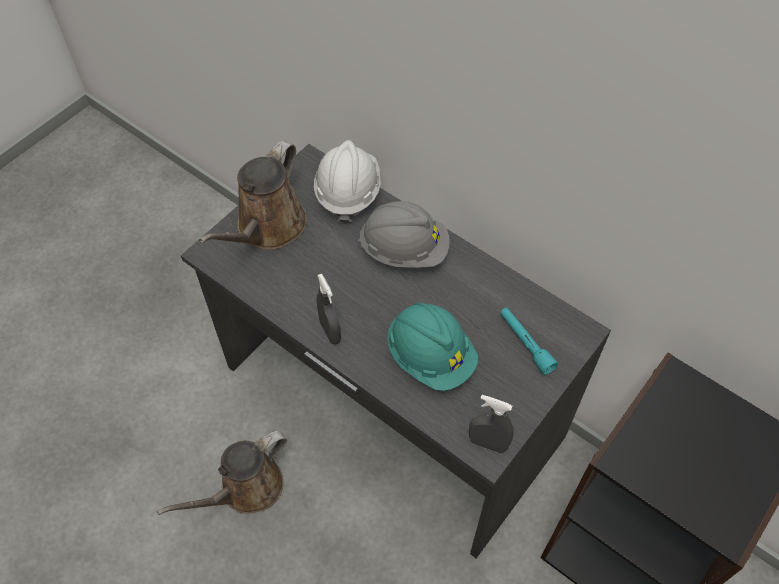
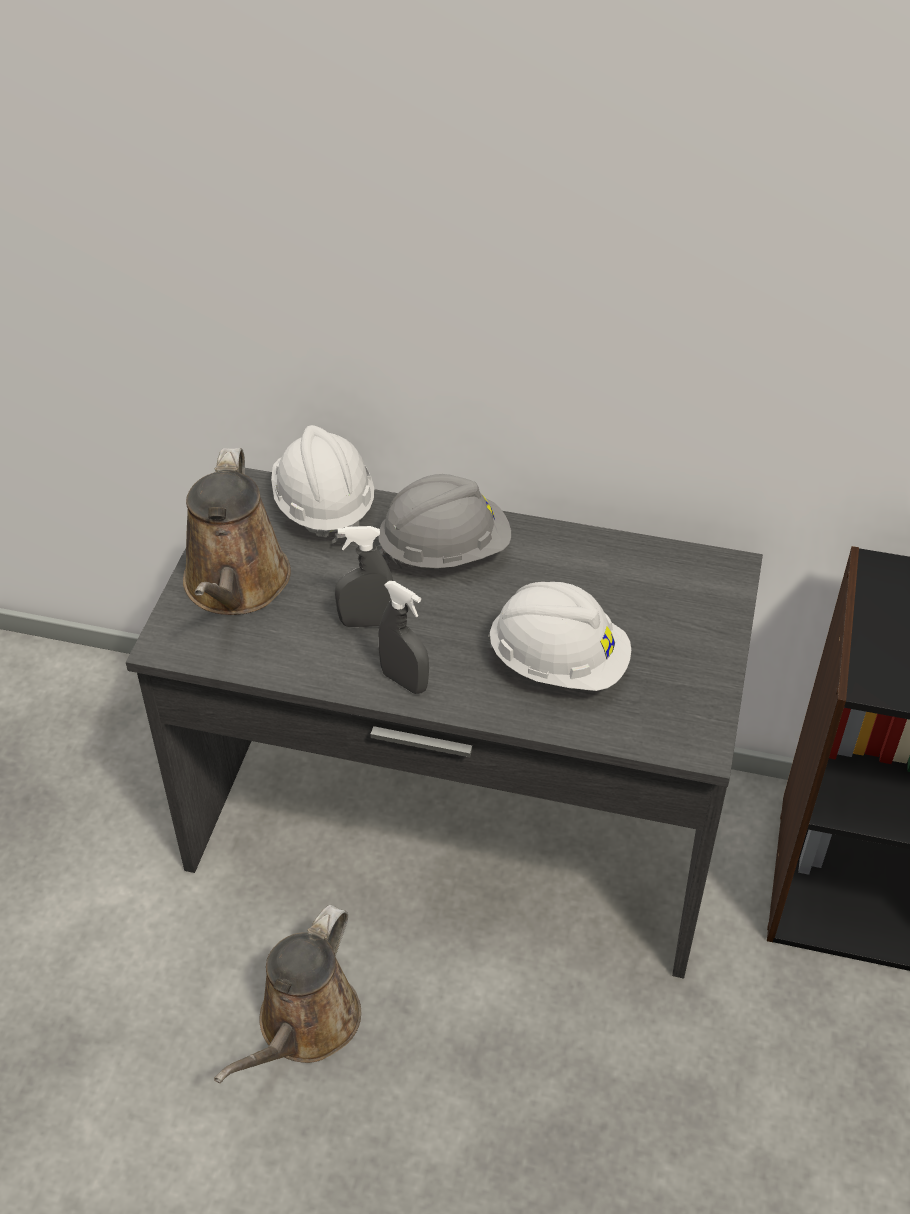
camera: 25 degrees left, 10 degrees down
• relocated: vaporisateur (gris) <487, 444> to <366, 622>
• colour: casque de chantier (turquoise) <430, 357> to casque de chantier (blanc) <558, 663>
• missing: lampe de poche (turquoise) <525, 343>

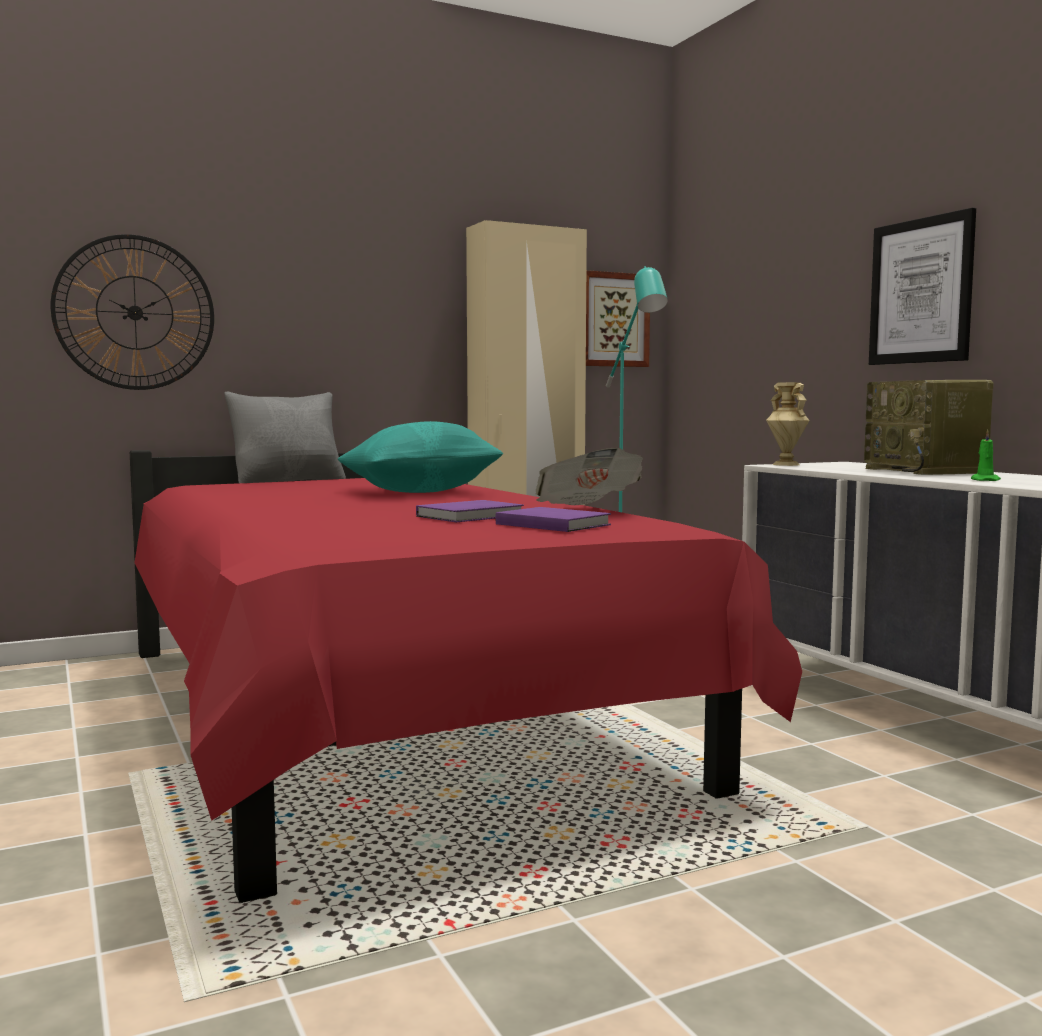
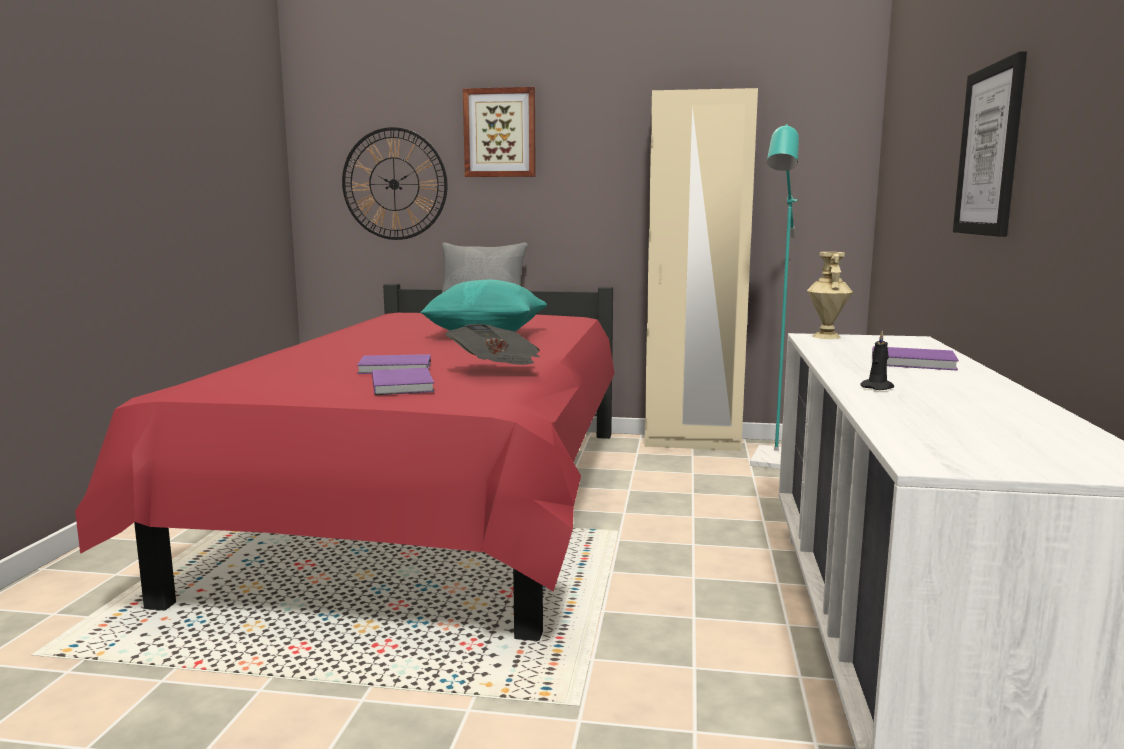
camera: 35 degrees right, 5 degrees up
• relocated: tableau <613, 320> to <500, 133>
• colour: bougie (vert) <984, 480> to bougie (noir) <878, 387>
• exchanged: radio <926, 471> to livre (violet) <915, 363>

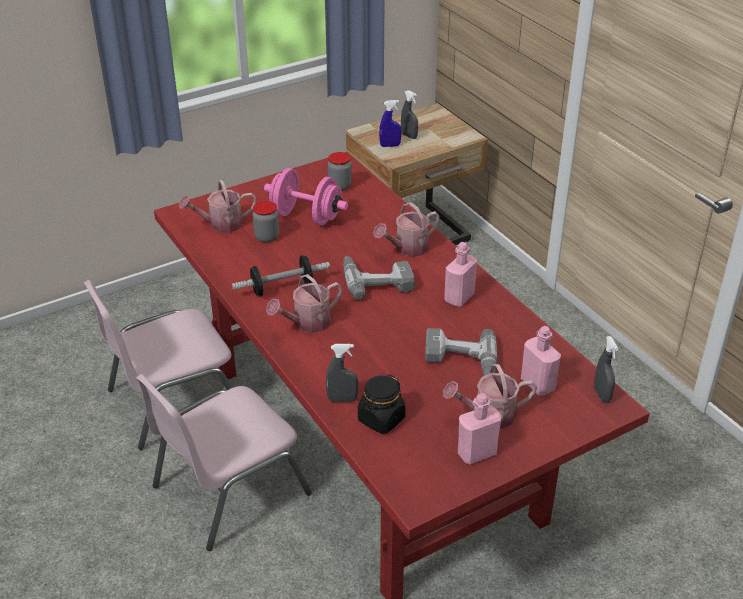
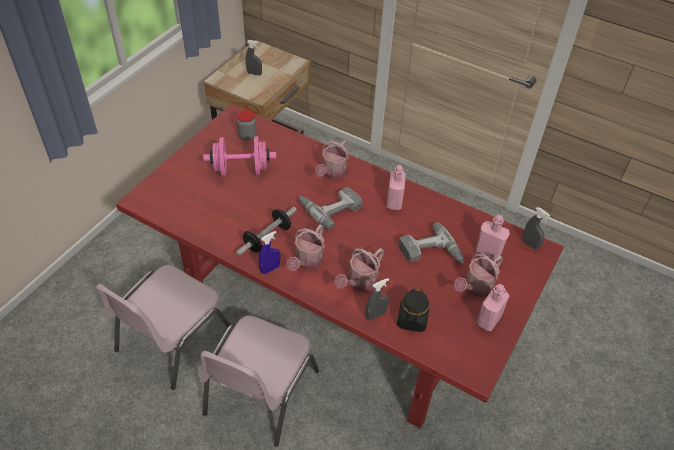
camera: 30 degrees left, 10 degrees up
• relocated: vaporisateur (bleu) <390, 145> to <270, 269>
• relocated: arrosoir <221, 224> to <359, 282>
• missing: bocal <267, 237>

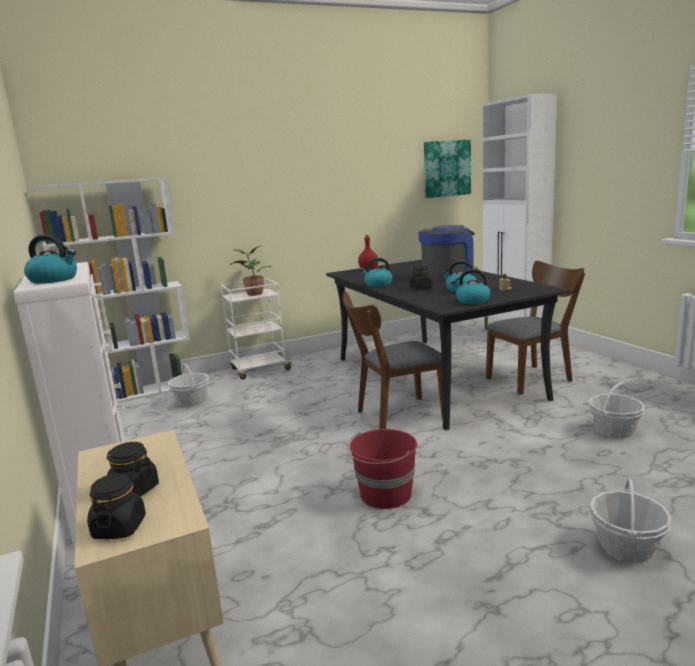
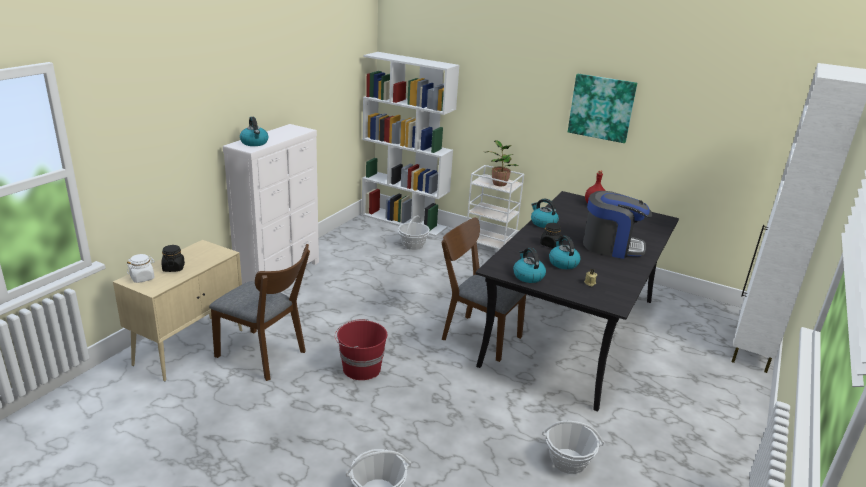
camera: 50 degrees right, 10 degrees up
• colour: bocal (noir) <119, 528> to bocal (blanc) <142, 278>
• relocated: chaise (marron) <533, 378> to <265, 356>
• relocated: tableau <446, 168> to <601, 107>

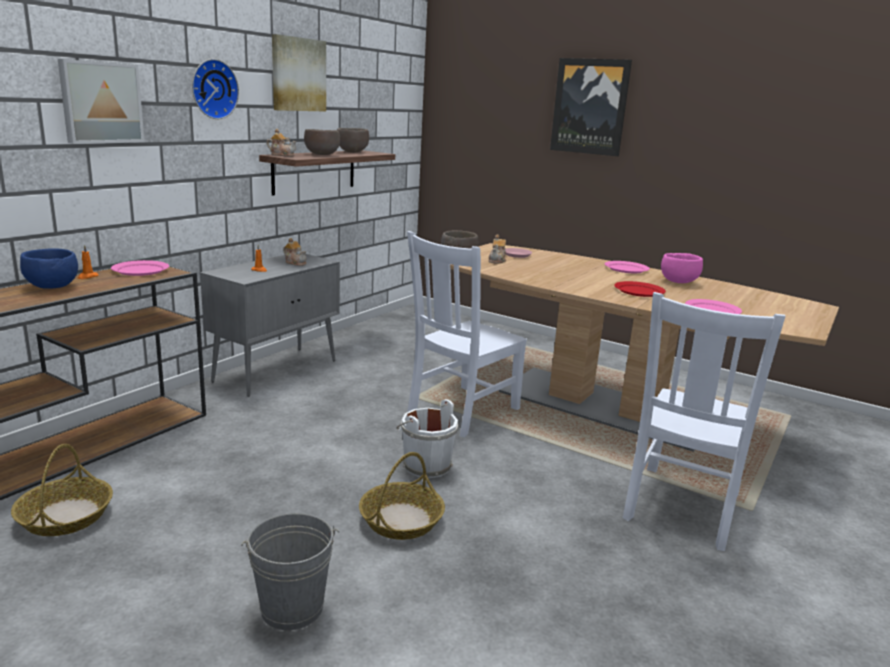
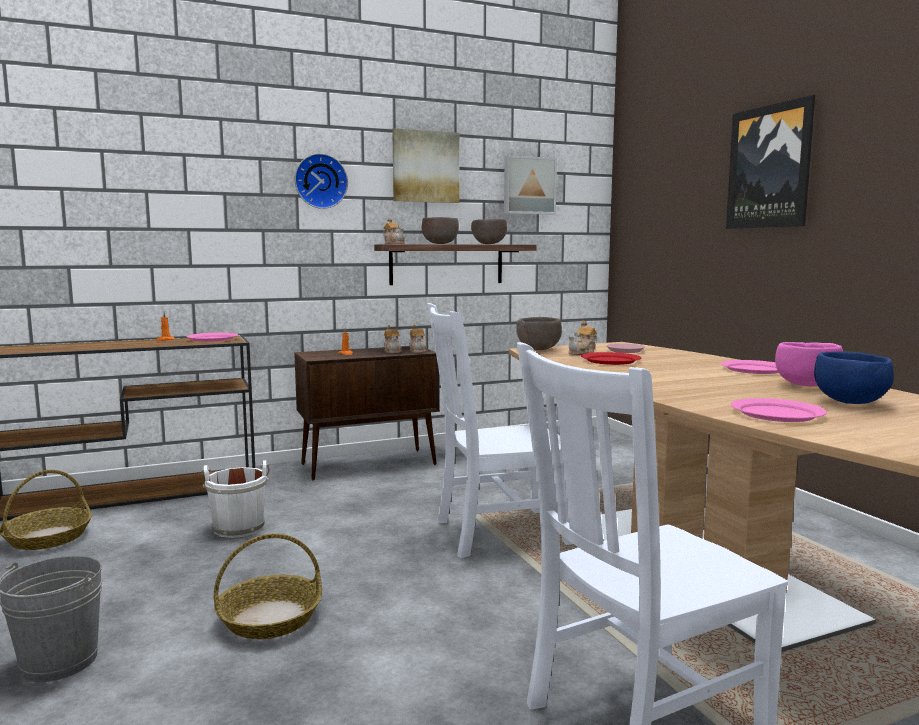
camera: 35 degrees right, 10 degrees down
• relocated: seau (blanc) <425, 465> to <238, 527>
• colour: meuble de rangement (gris) <277, 370> to meuble de rangement (marron) <370, 464>
• appeared: théière <418, 351>
• relocated: tableau <100, 102> to <528, 185>
• relocated: assiette (rouge) <639, 291> to <610, 361>
• relocated: bol (bleu) <52, 287> to <850, 402>

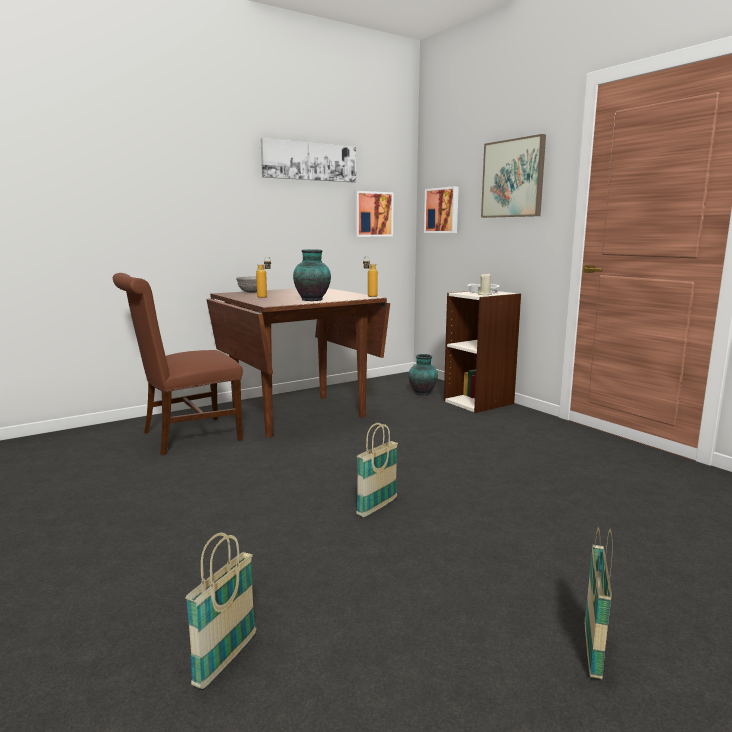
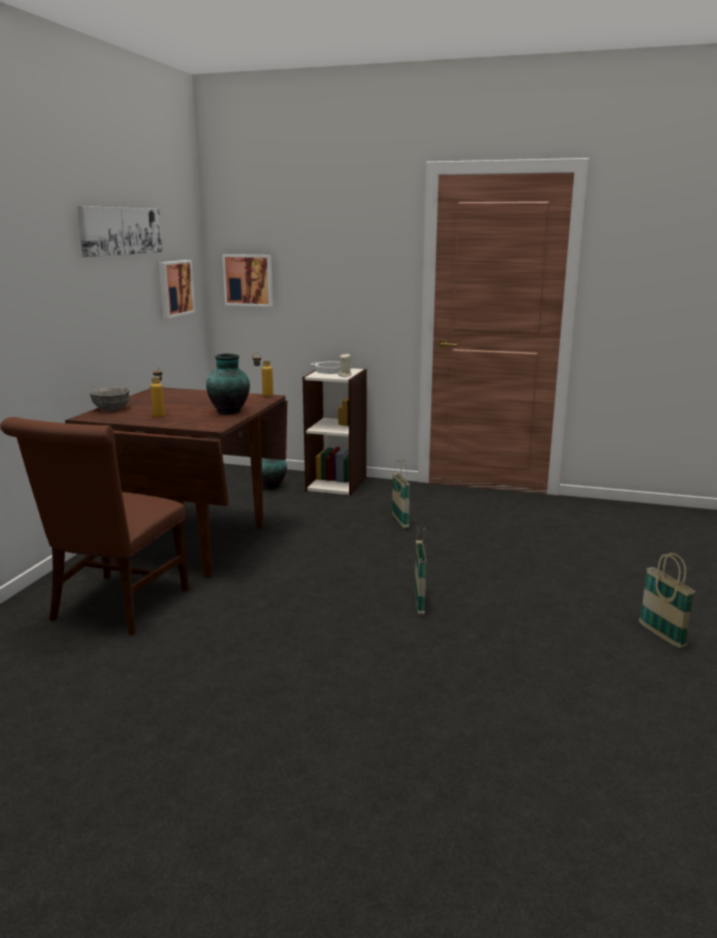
camera: 40 degrees left, 5 degrees up
• relocated: panier <226, 659> to <400, 521>
• missing: tableau <513, 178>

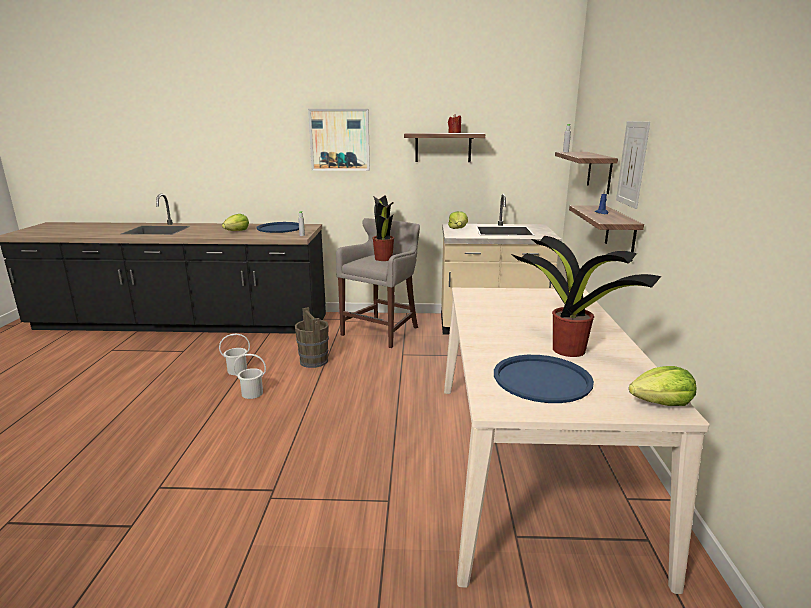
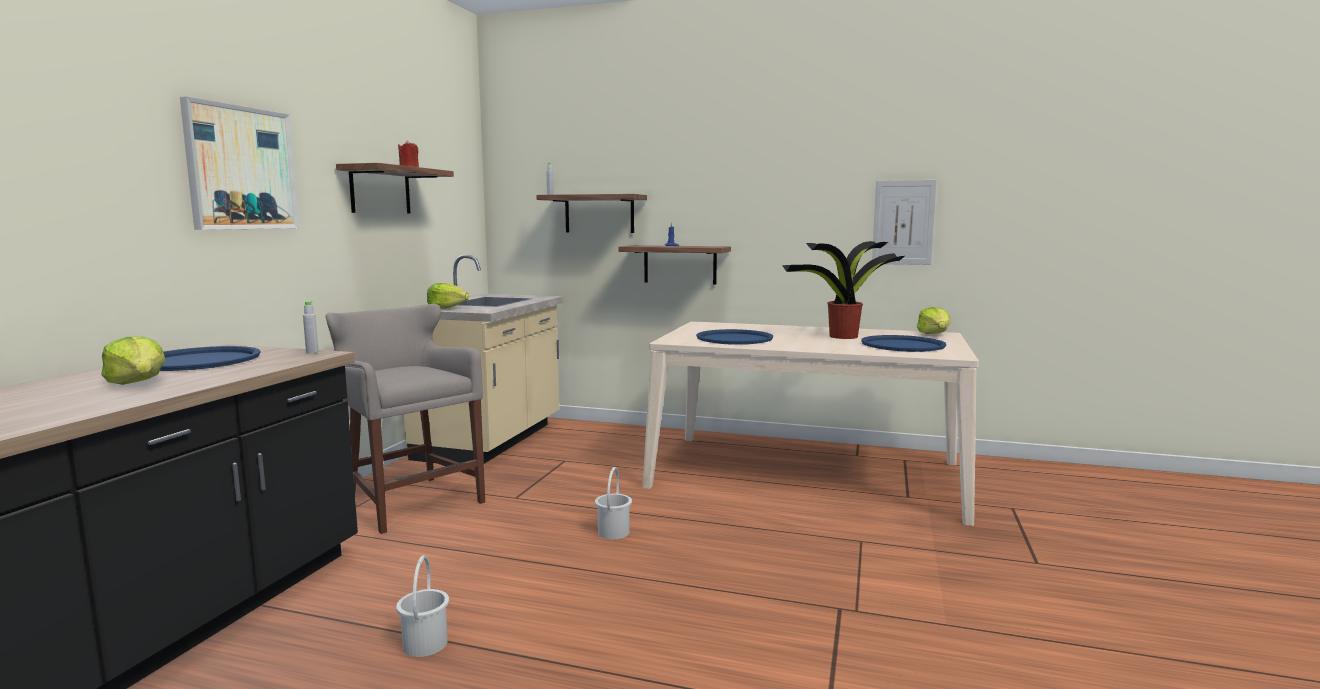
camera: 75 degrees left, 10 degrees down
• relocated: seau (blanc) <252, 393> to <613, 532>
• appeared: plateau (bleu) <734, 338>
• relocated: tableau <632, 163> to <903, 222>
• missing: seau (marron) <314, 361>
• missing: plante en pot <383, 258>

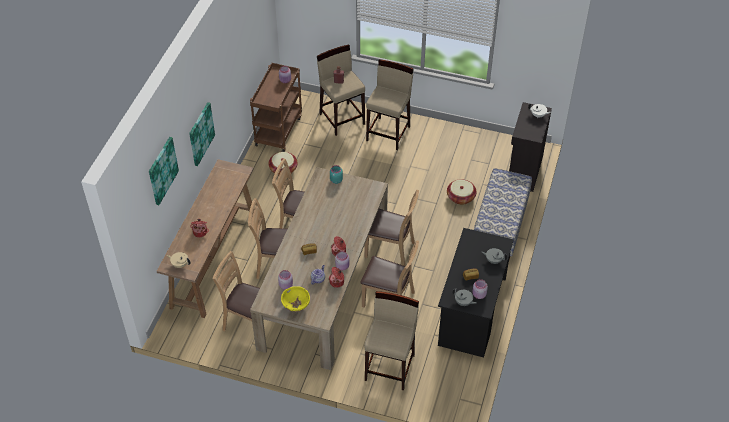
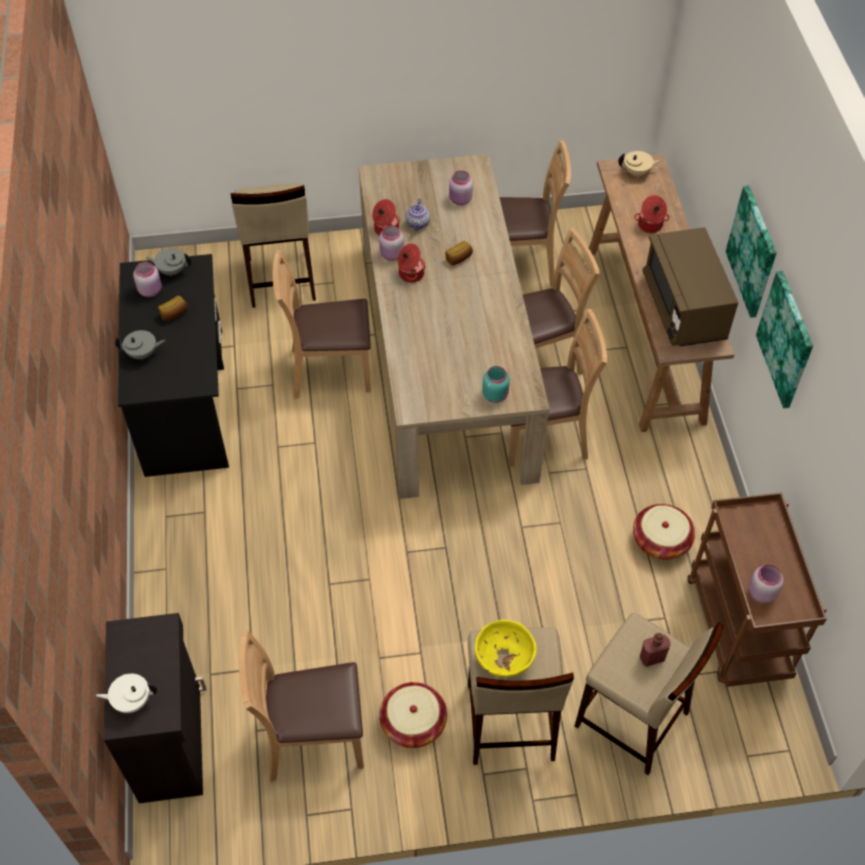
camera: 155 degrees right, 5 degrees up
• relocated: chaise (marron) <390, 250> to <312, 739>
• relocated: panier <461, 197> to <413, 722>
• relocated: bol (jaune) <296, 306> to <504, 659>
• appeared: micro-ondes (marron) <683, 308>
• relocated: tableau <162, 170> to <786, 339>
• missing: banc <500, 228>

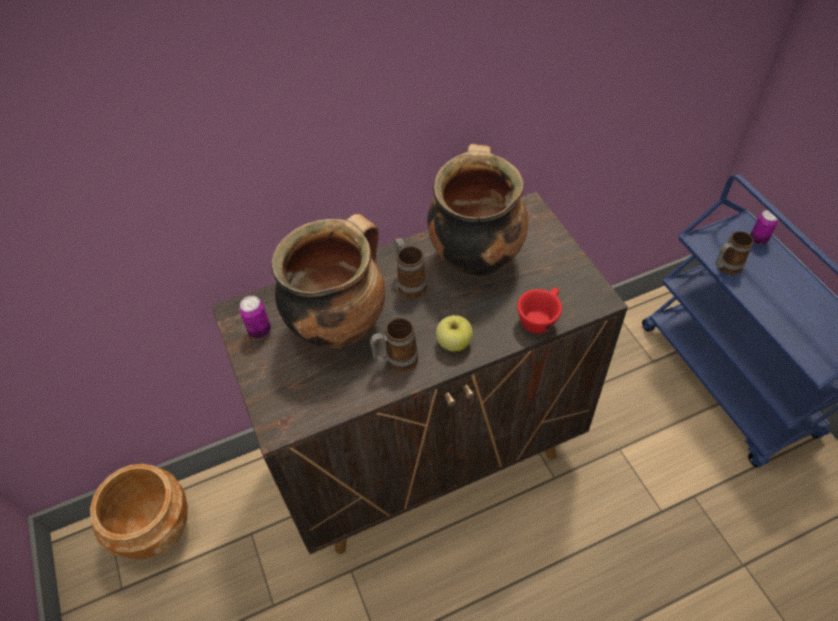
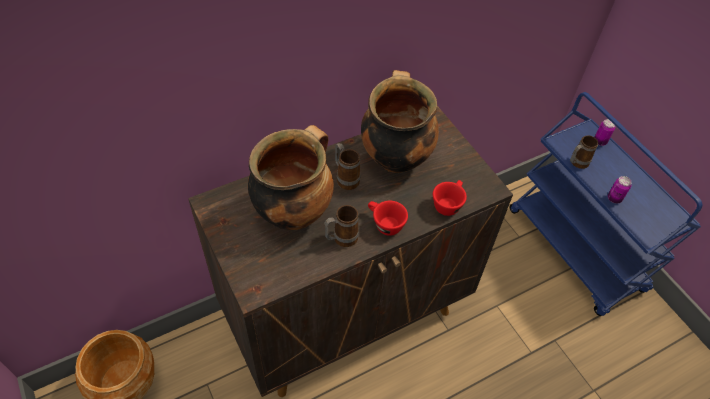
camera: 10 degrees left, 0 degrees up
• exchanged: pomme <454, 343> to tasse (rouge) <384, 224>
• relocated: boîte métallique <259, 330> to <614, 198>

